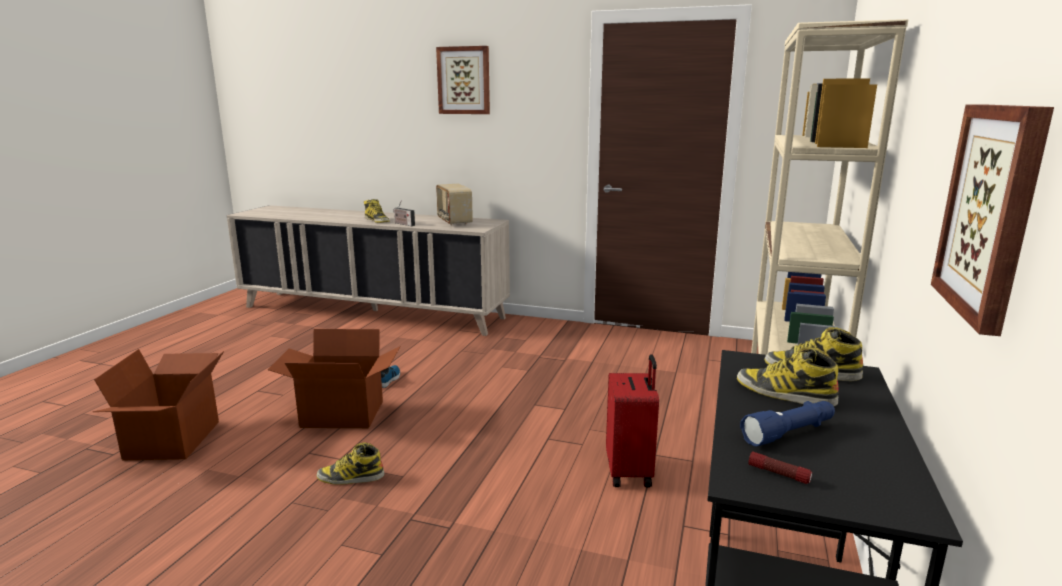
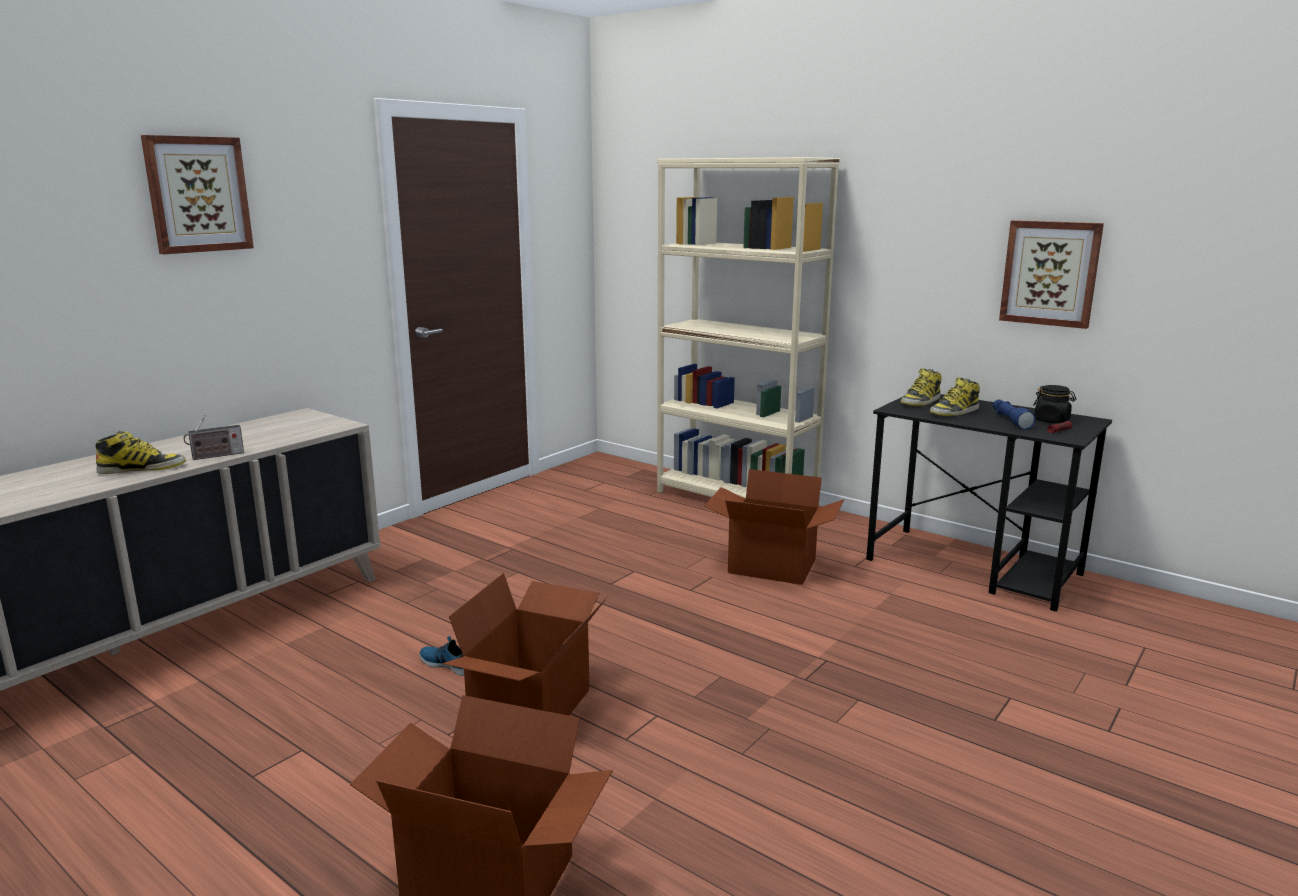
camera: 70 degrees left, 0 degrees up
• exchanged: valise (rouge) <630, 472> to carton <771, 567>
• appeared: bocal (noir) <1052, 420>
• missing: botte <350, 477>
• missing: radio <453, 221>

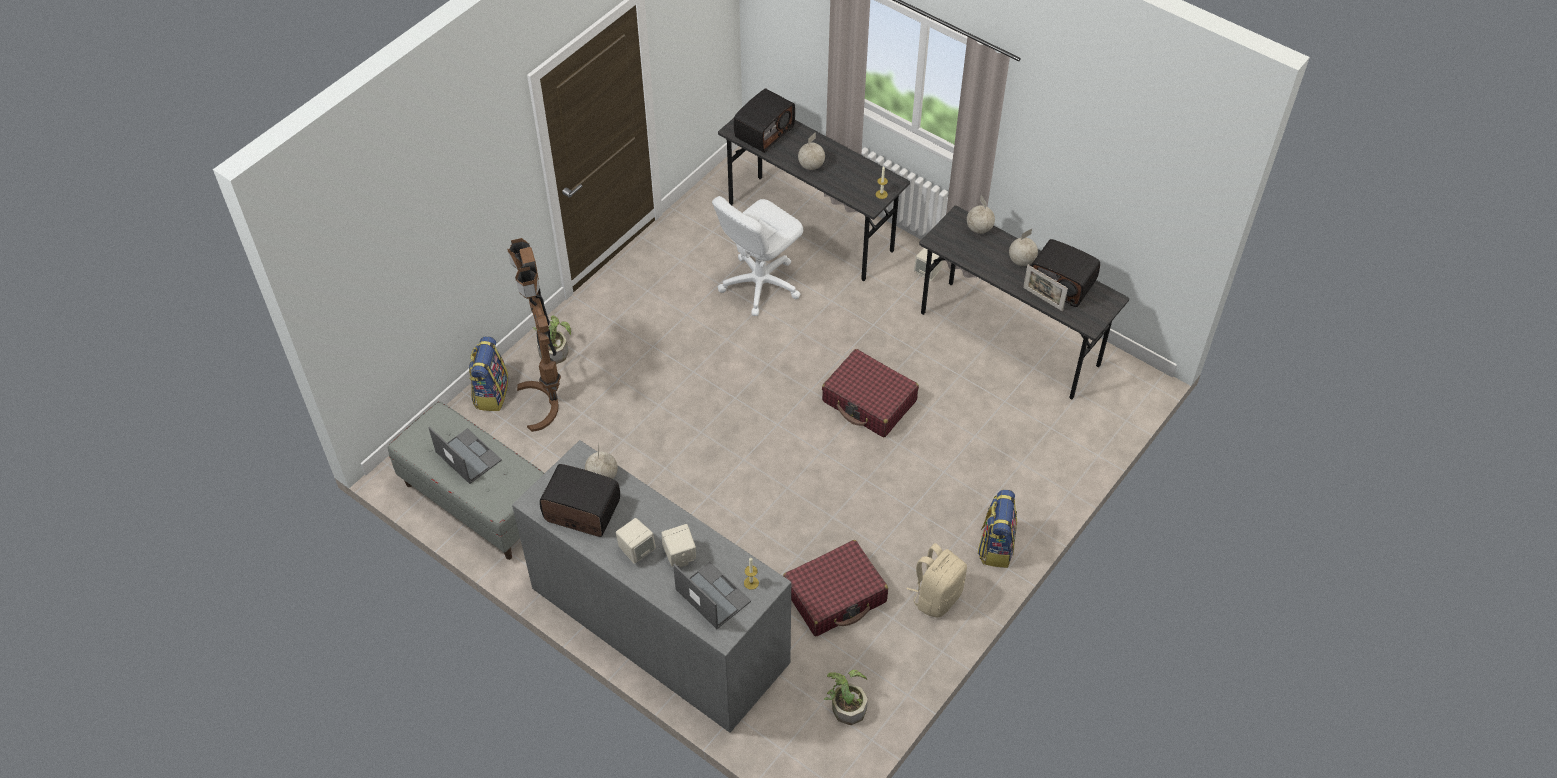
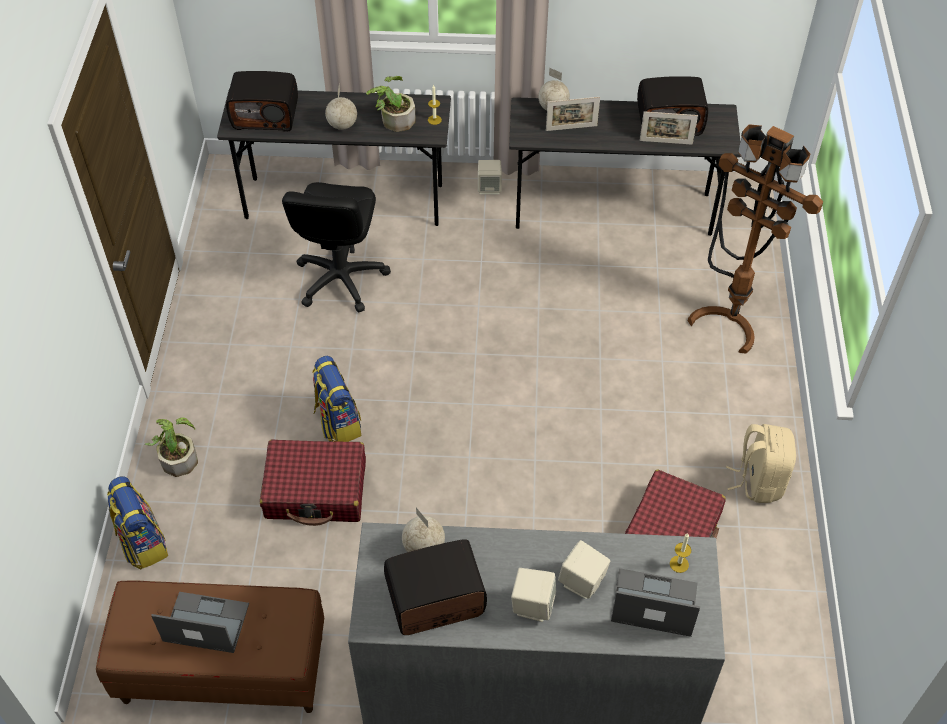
camera: 35 degrees left, 0 degrees up
• colour: banc (gris) <478, 501> to banc (marron) <223, 669>
• spun: radio <764, 132> = <266, 115> 90 degrees clockwise
• relocated: valise (rouge) <869, 401> to <316, 490>
• colour: chaise de bureau (blanc) <760, 284> to chaise de bureau (noir) <340, 279>
• relocated: sac à dos <995, 546> to <337, 422>
• relocated: plante en pot <846, 705> to <394, 119>
• appeared: cadre photo <571, 128>
• relocated: lampadaire (marron) <549, 402> to <730, 320>
• missing: globe <1021, 261>

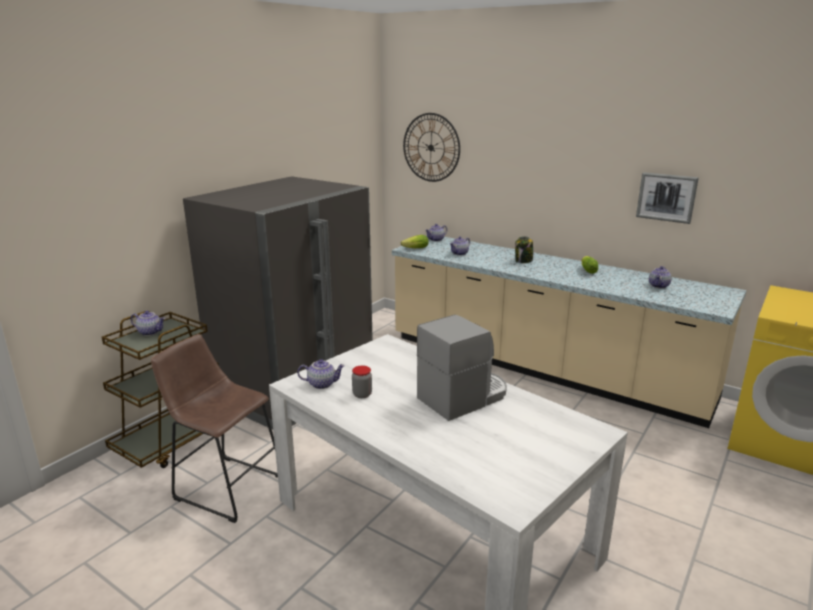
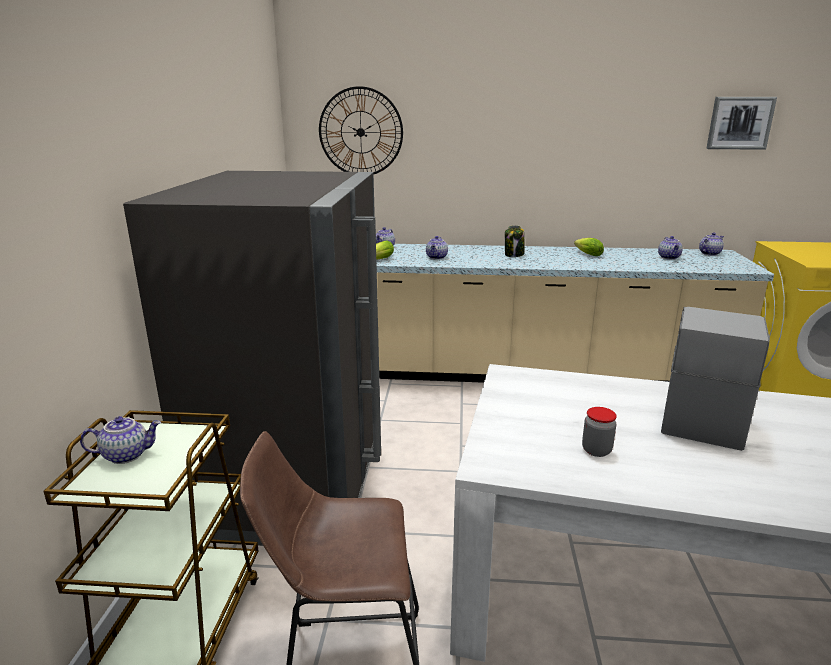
camera: 30 degrees left, 0 degrees up
• relocated: théière <322, 384> to <709, 253>
• relocated: tableau <666, 197> to <740, 123>

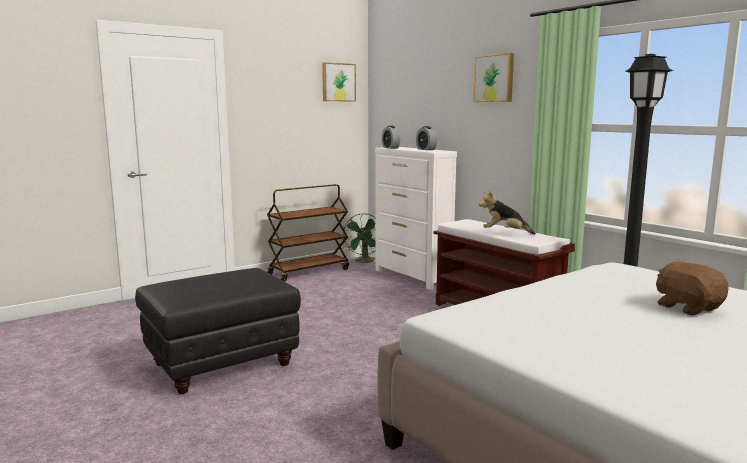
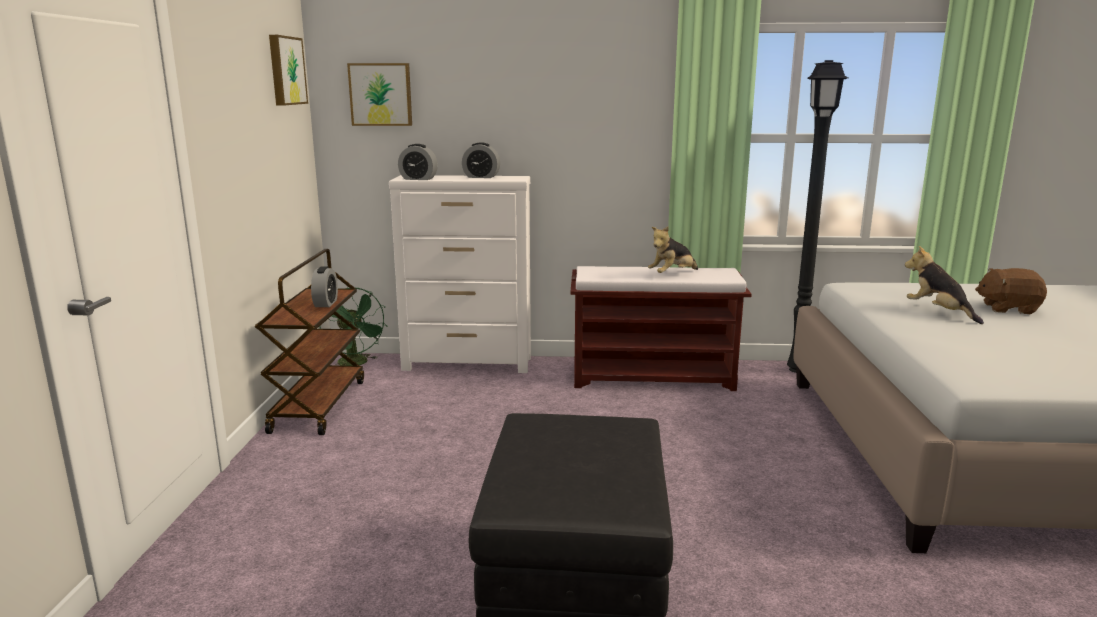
camera: 50 degrees left, 5 degrees up
• appeared: réveil <326, 303>
• relocated: tableau <494, 78> to <381, 94>
• appeared: peluche <938, 312>

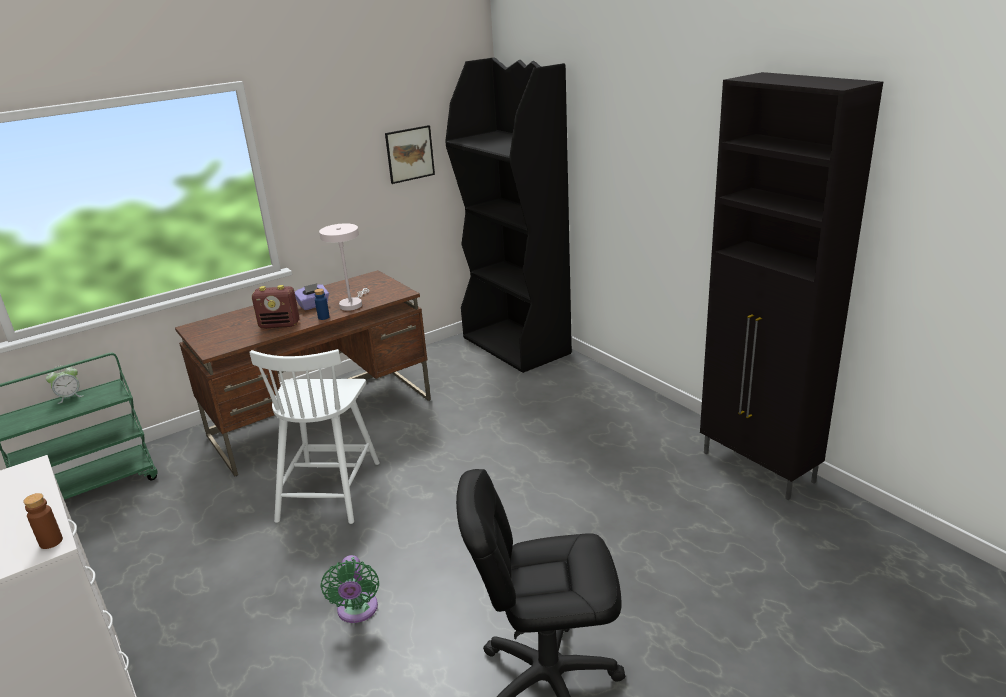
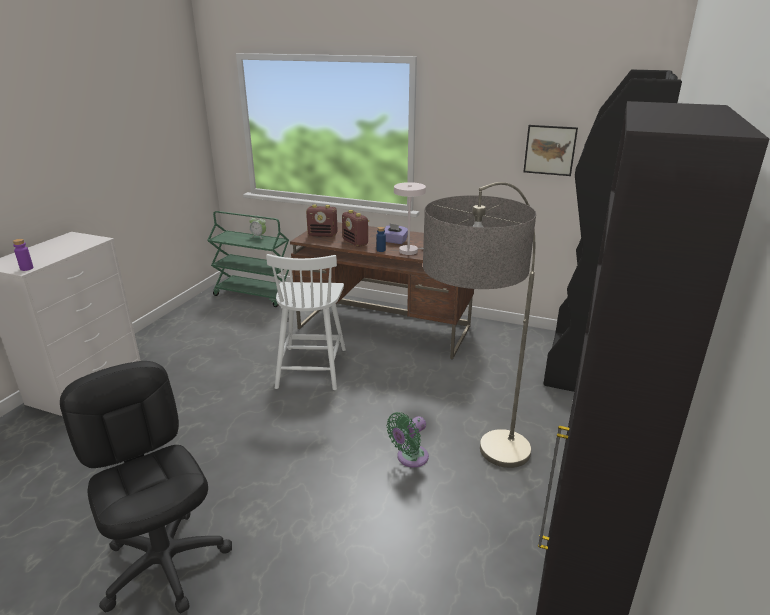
camera: 55 degrees right, 0 degrees up
• colour: bouteille (marron) <51, 542> to bouteille (violet) <27, 268>
• spun: chaise (blanc) <329, 489> = <311, 367> 60 degrees counterclockwise
• appeared: radio <323, 235>
• relocated: ventilateur (vert) <357, 611> to <410, 458>
• appeared: lampadaire <474, 485>

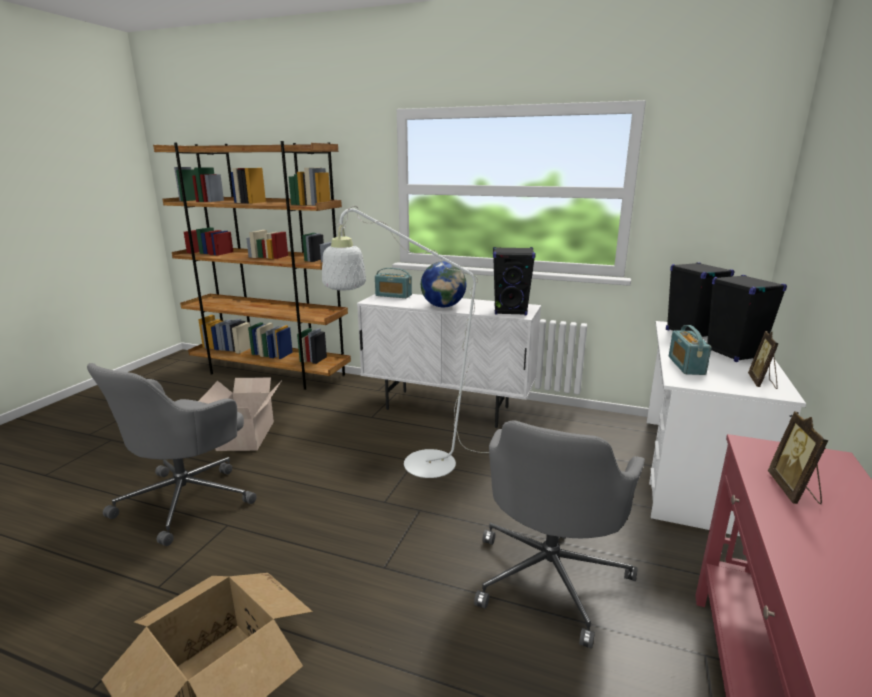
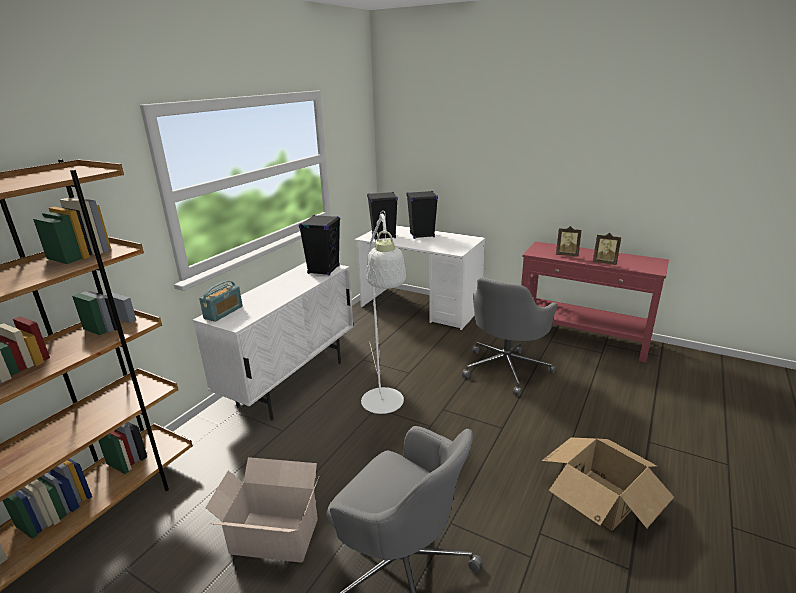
camera: 80 degrees left, 5 degrees up
• spun: chaise de bureau (gris) <550, 576> = <506, 368> 90 degrees clockwise
• relocated: cadre photo <762, 383> to <604, 263>
• missing: globe <443, 306>
• missing: radio <686, 365>

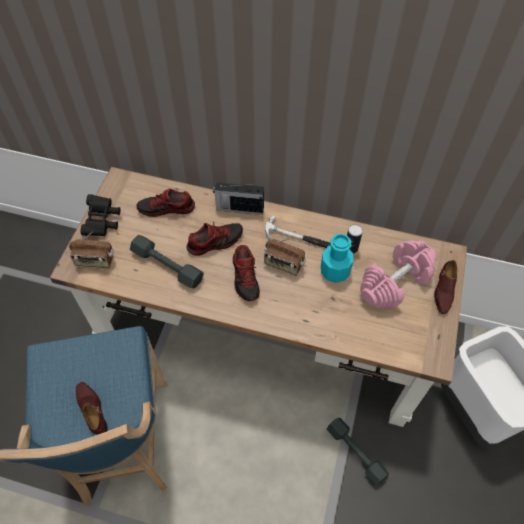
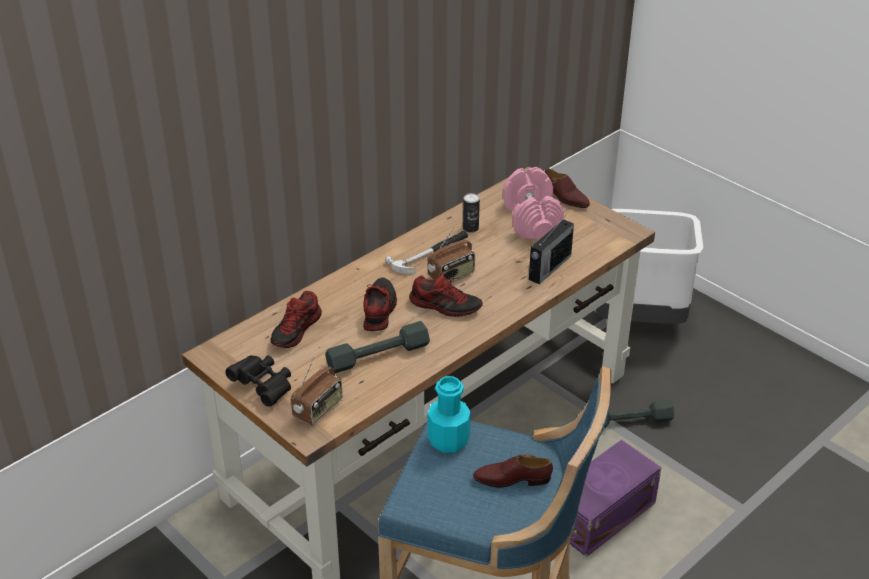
camera: 60 degrees left, 20 degrees down
• relocated: bouteille (turquoise) <335, 271> to <448, 440>
• relocated: radio <239, 208> to <549, 268>
• appeared: boîte de rangement (violet) <599, 514>

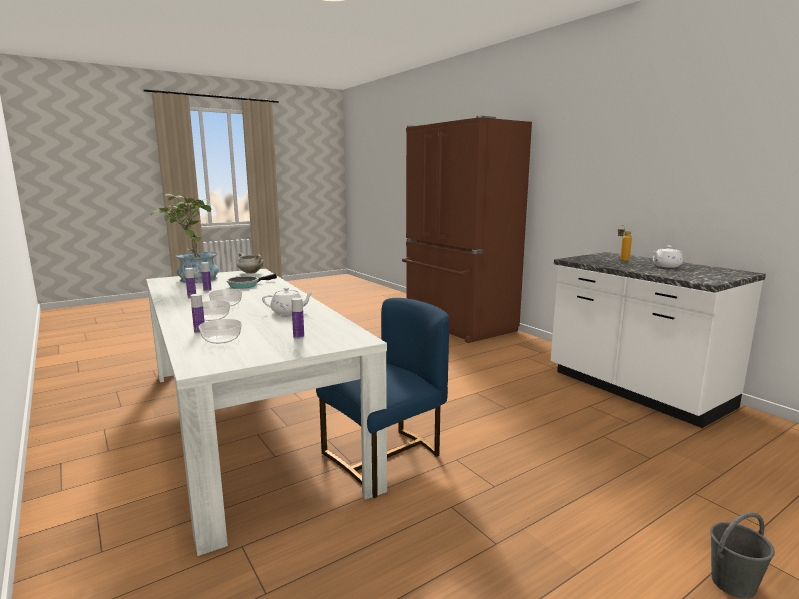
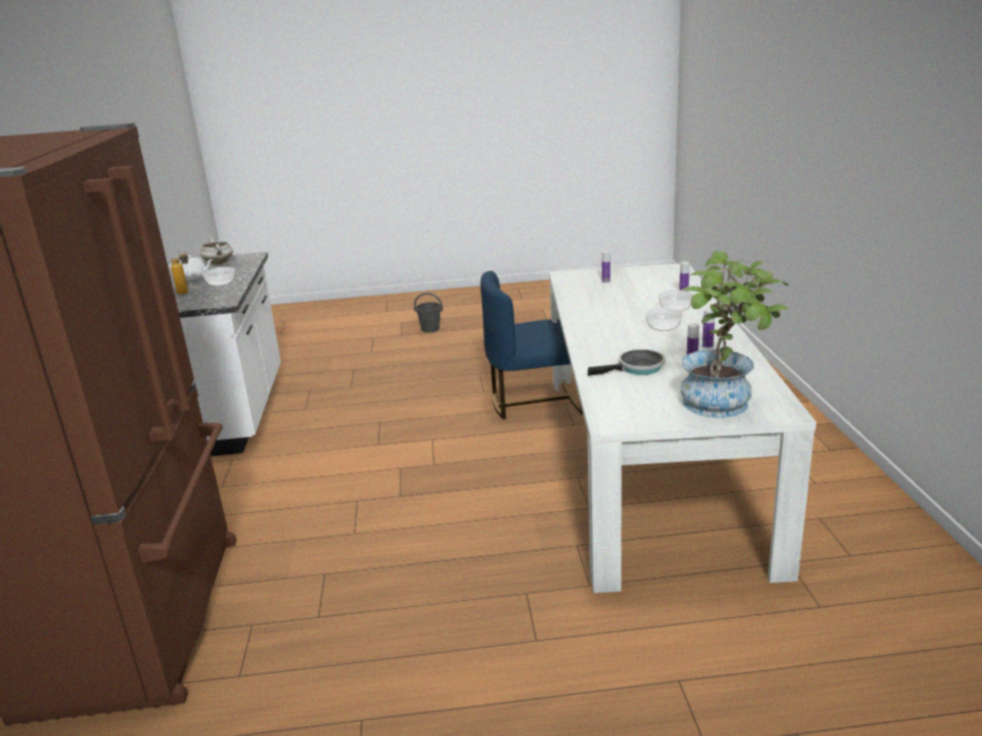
camera: 150 degrees left, 10 degrees up
• relocated: marmite (blanc) <250, 273> to <219, 263>
• relocated: bol <222, 340> to <220, 283>
• missing: théière (blanc) <288, 312>

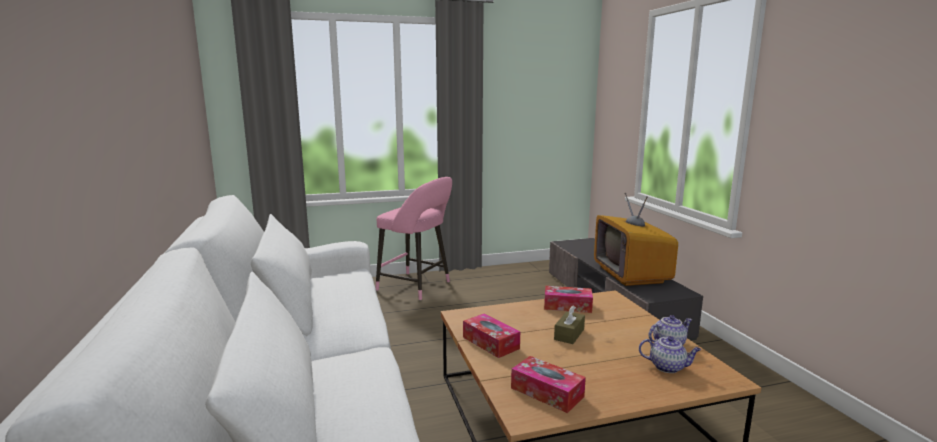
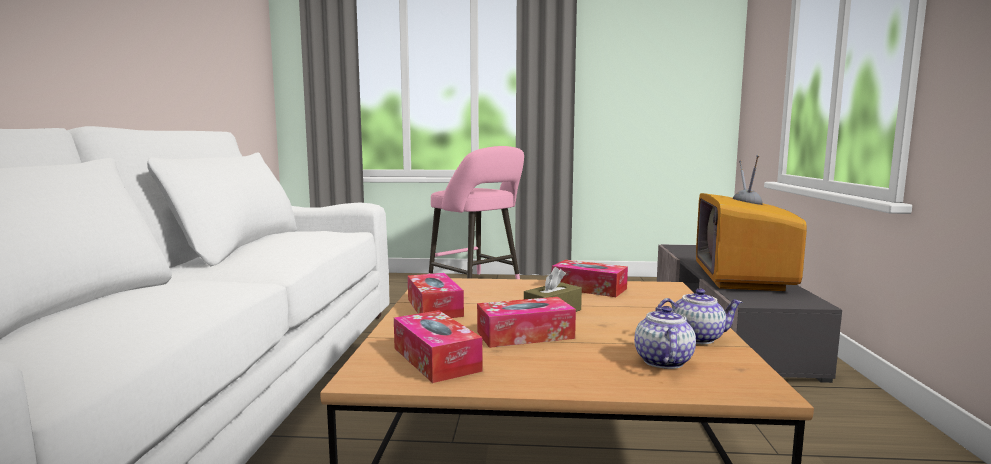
camera: 20 degrees right, 5 degrees down
• appeared: boîte à mouchoirs <525, 335>
• spun: théière <668, 367> = <662, 361> 120 degrees counterclockwise

